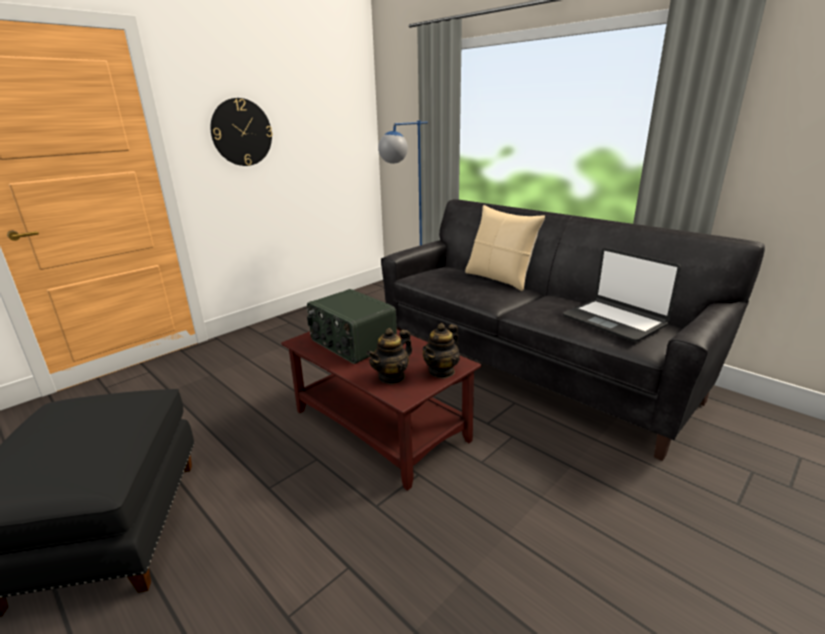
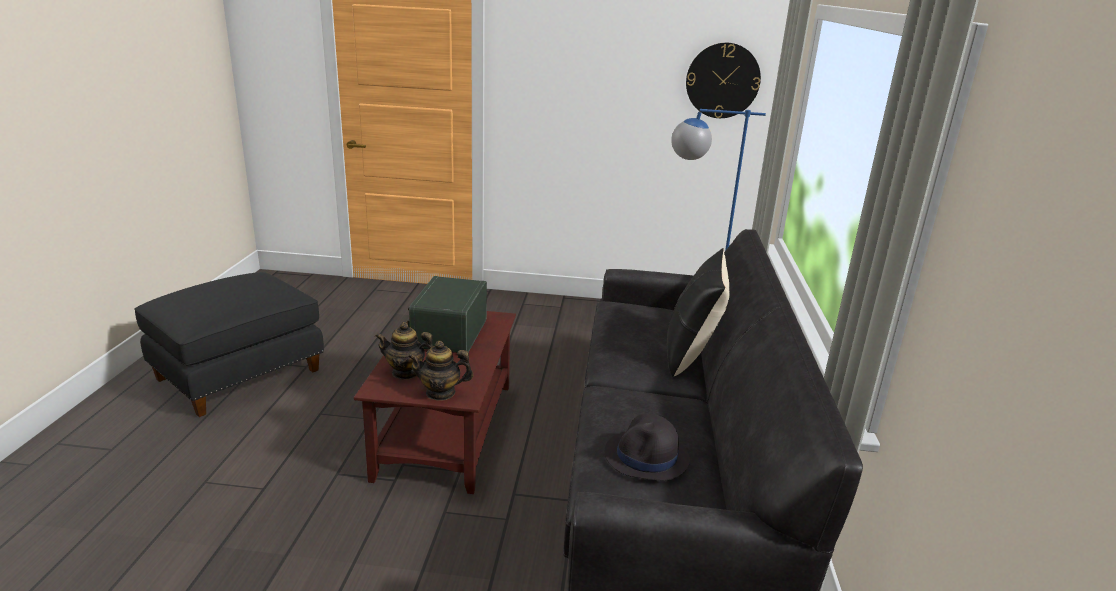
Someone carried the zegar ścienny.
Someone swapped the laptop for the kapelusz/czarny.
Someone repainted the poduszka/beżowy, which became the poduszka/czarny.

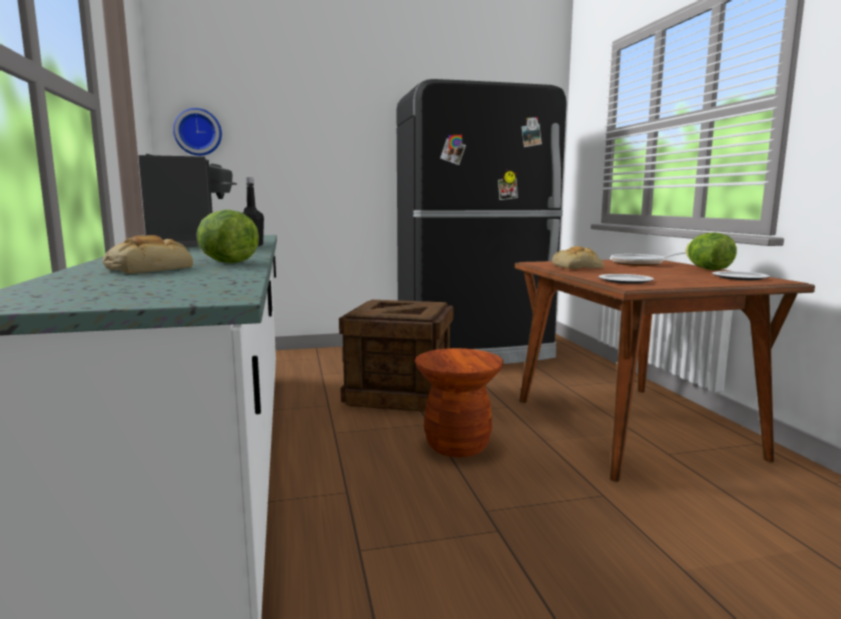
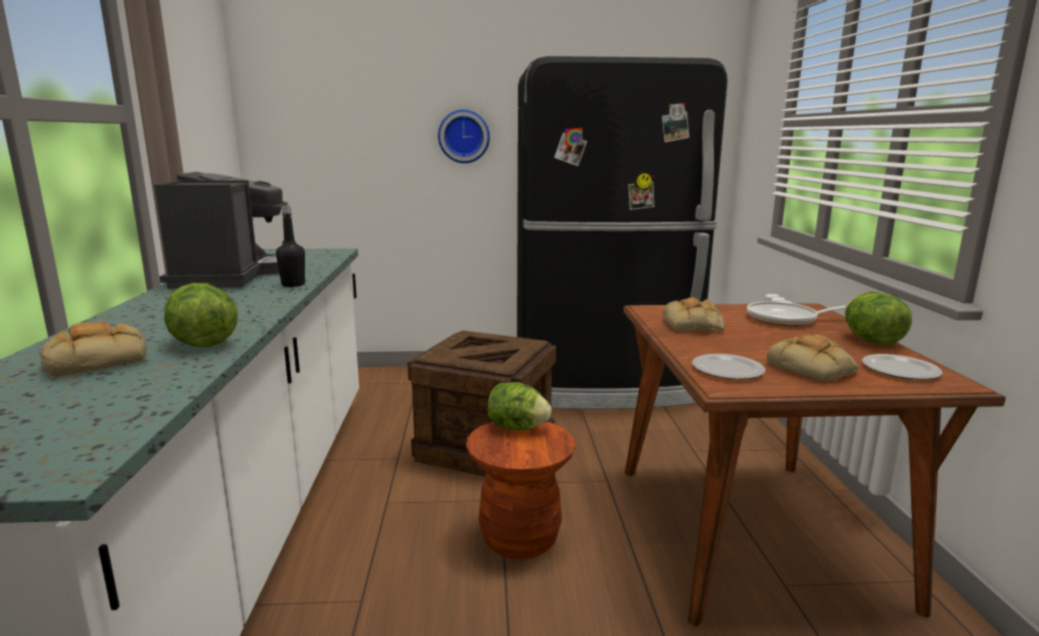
Someone put down the sałata (no. 2 from left).
Someone put down the chleb (no. 3 from left).
Someone carried the zegar ścienny.

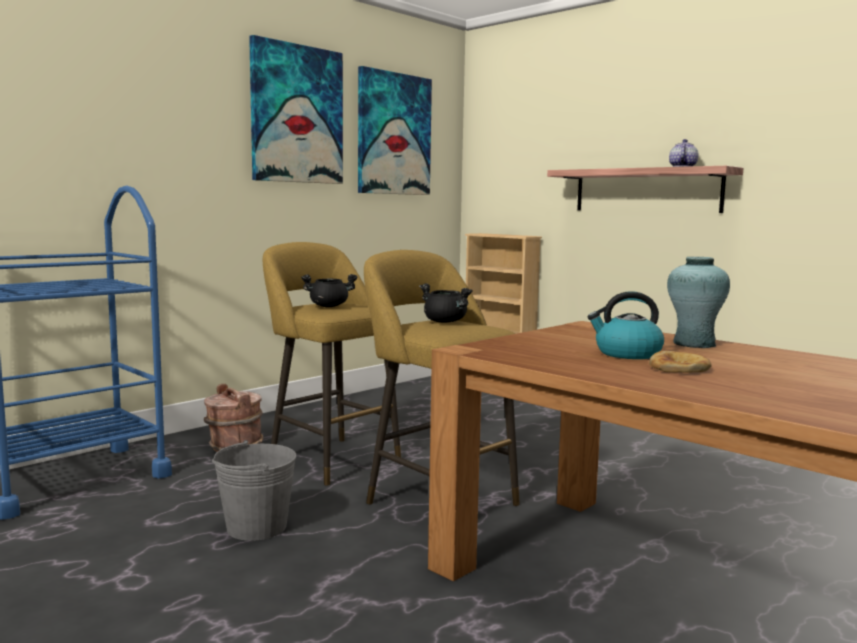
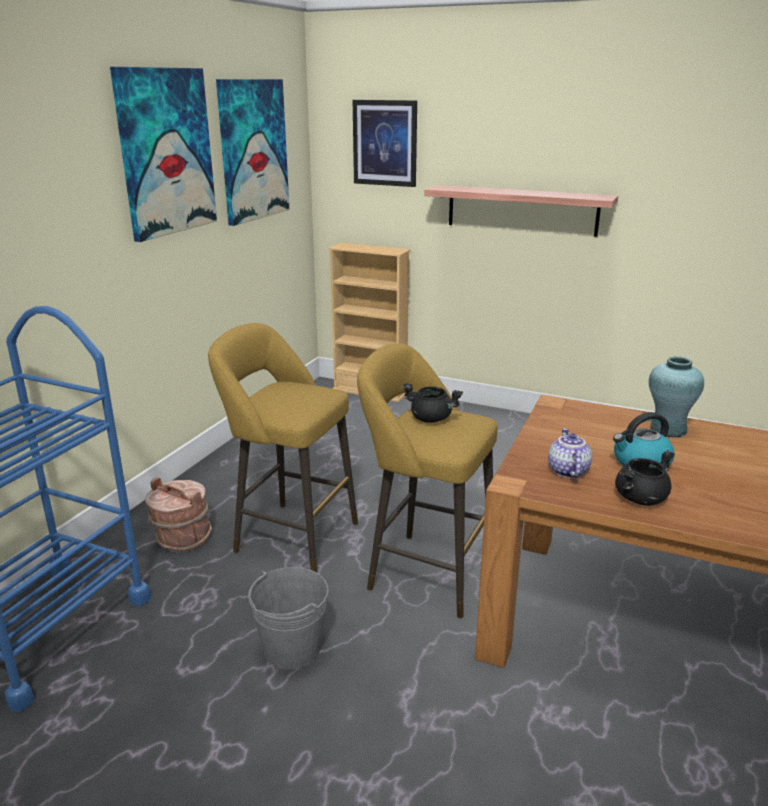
Someone took away the chleb.
Someone put up the obraz (no. 3 from left).
Someone carried the garnek/czarny (no. 1 from left in the first image).
Someone carried the imbryk.

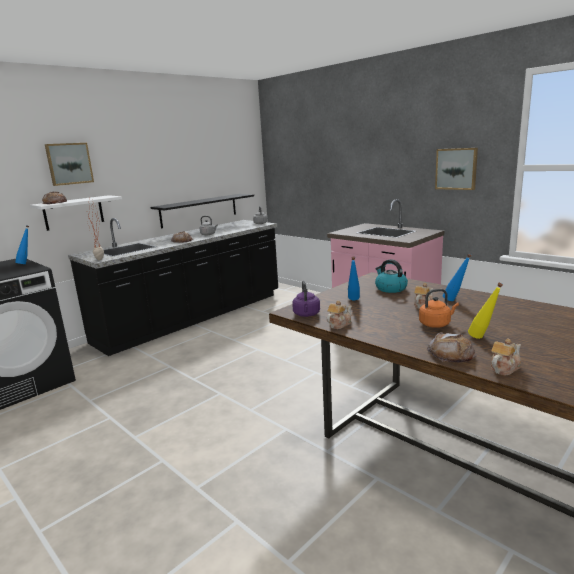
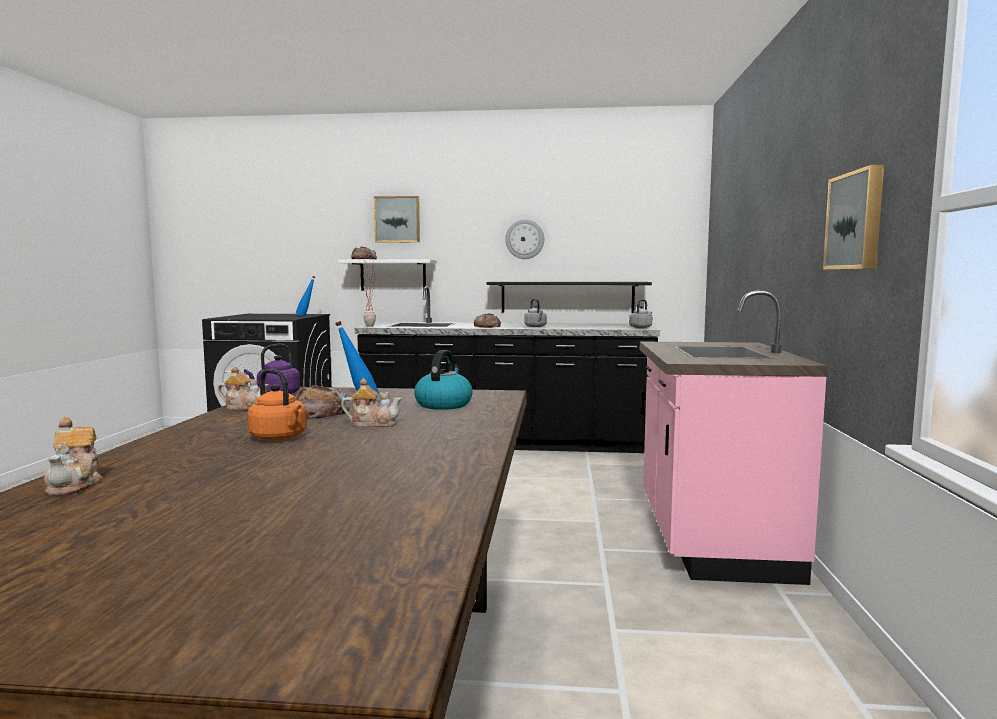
Someone took away the butelka/niebieski (no. 3 from left).
Someone took away the butelka/żółty.
Someone put up the zegar ścienny.
Someone carried the chleb (no. 3 from left in the first image).
Someone rotated the imbryk (no. 3 from left in the first image) by 60 degrees clockwise.

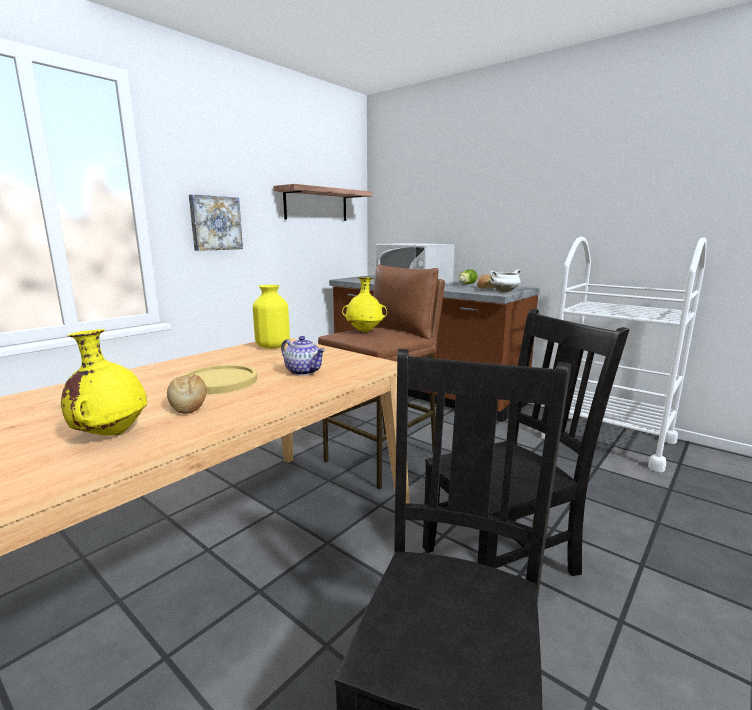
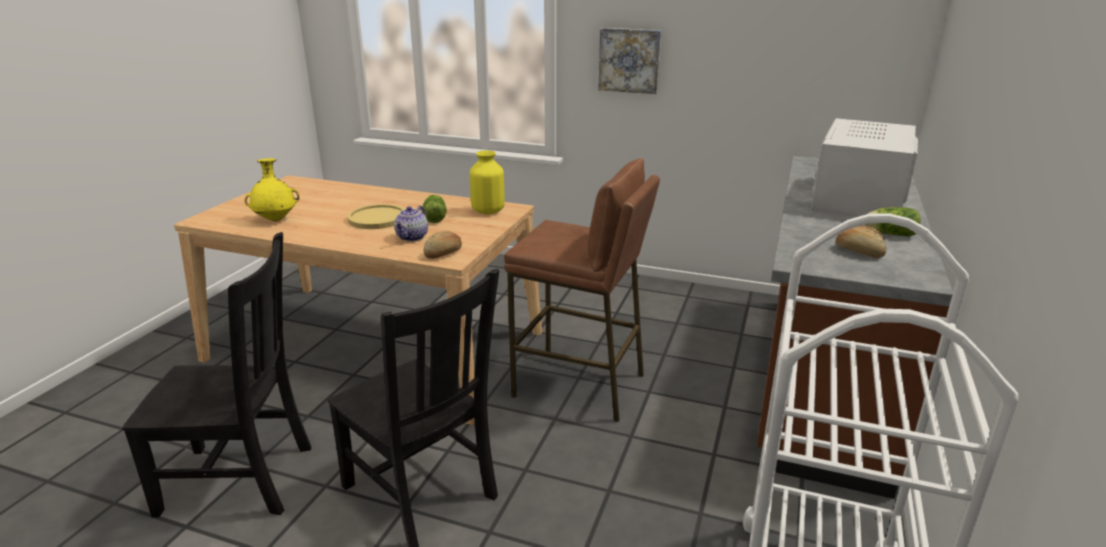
Someone took away the półka.
Someone took away the wazon/żółty (no. 3 from left).
Someone took away the garnek/biały.
Someone put down the sałata (no. 1 from left).
Someone carried the chleb (no. 1 from left).

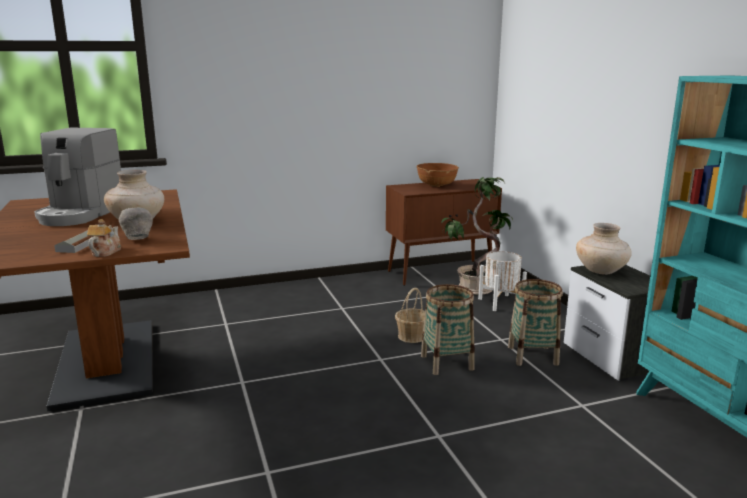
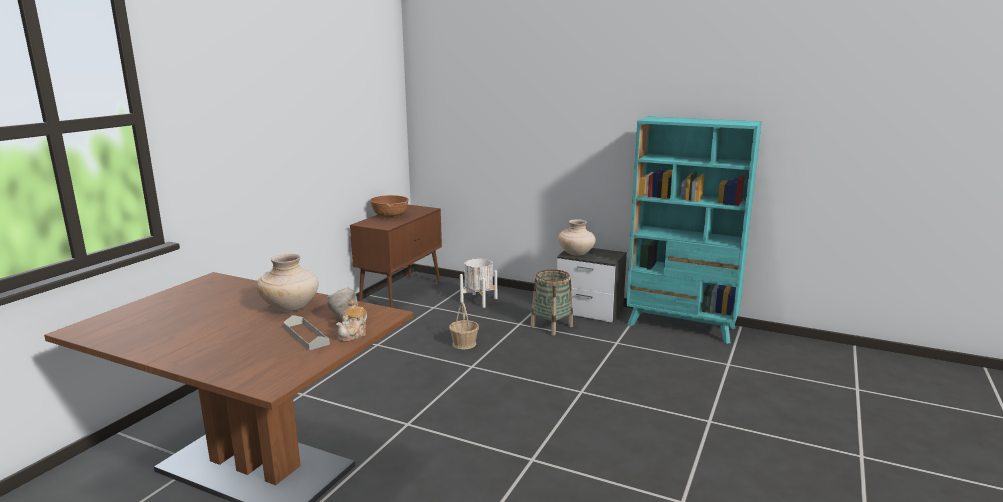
Someone took away the ekspres do kawy.
Someone took away the koszyk (no. 2 from left).
Someone took away the roślina doniczkowa.
Someone rotated the imbryk by 120 degrees counterclockwise.

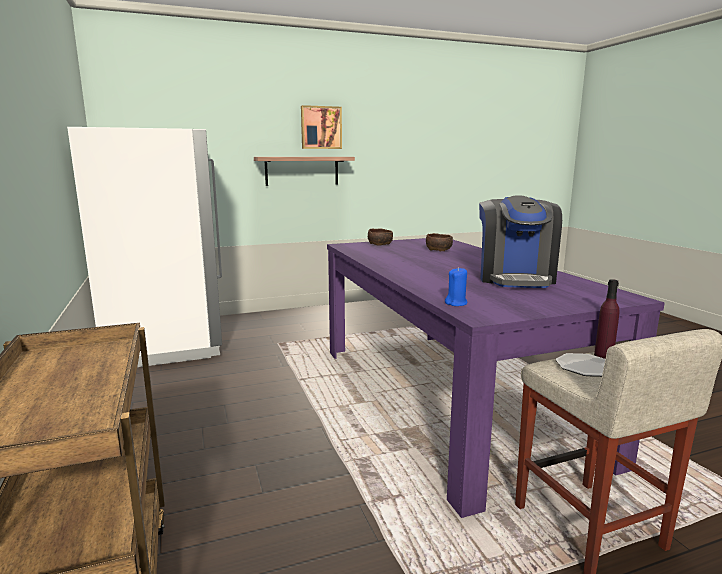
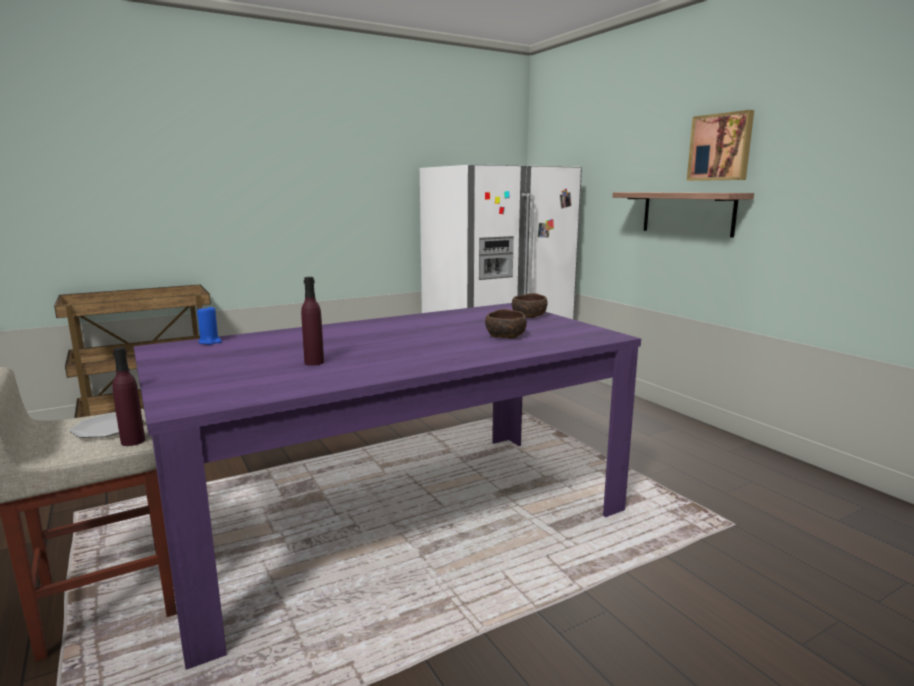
Someone swapped the ekspres do kawy for the butelka/fioletowy (no. 2 from left).

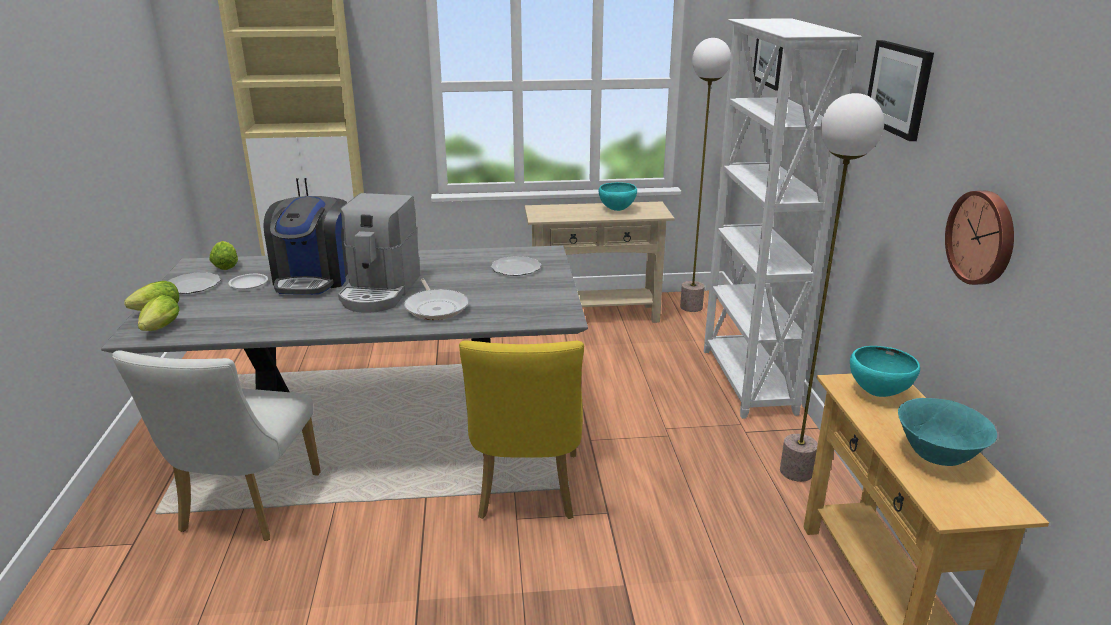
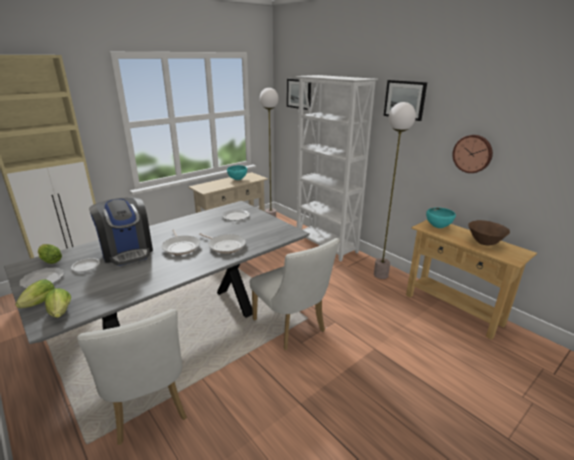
Someone swapped the ekspres do kawy (no. 2 from left) for the patelnia (no. 1 from left).
Someone repainted the krzesło/żółty, which became the krzesło/biały (no. 2 from left).
Someone repainted the miska/turkusowy (no. 3 from left), which became the miska/brązowy.

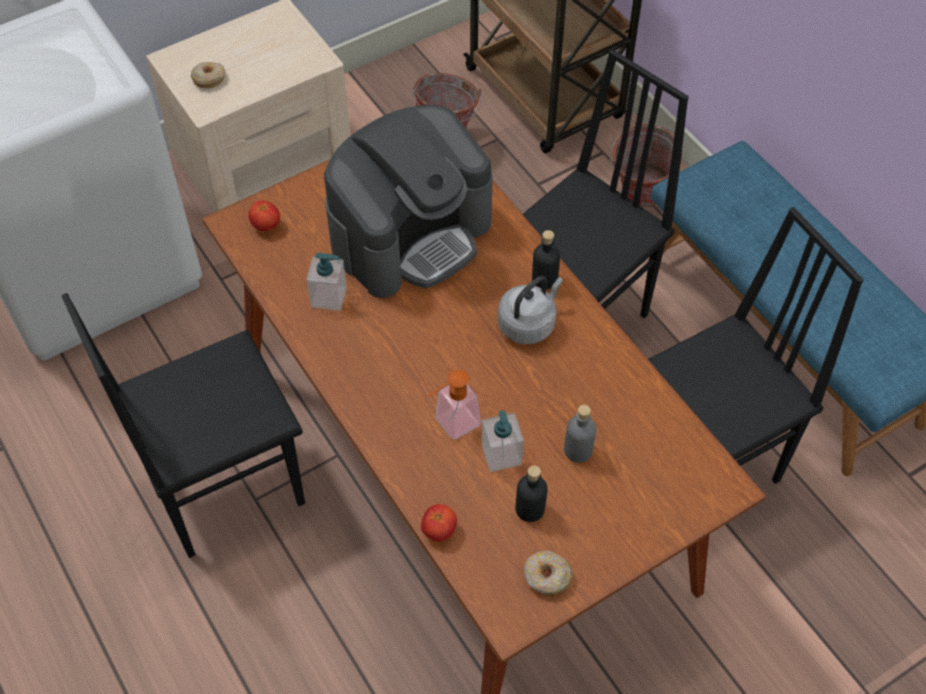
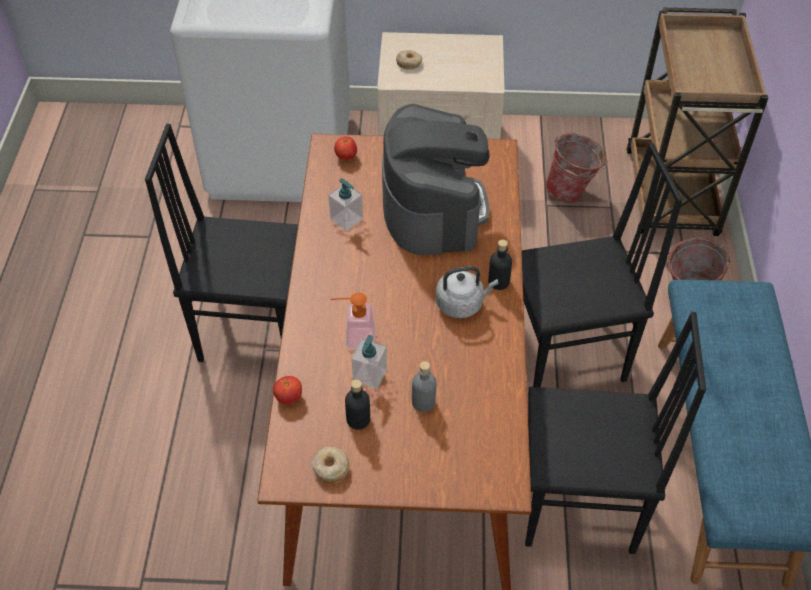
Someone rotated the ekspres do kawy by 90 degrees counterclockwise.

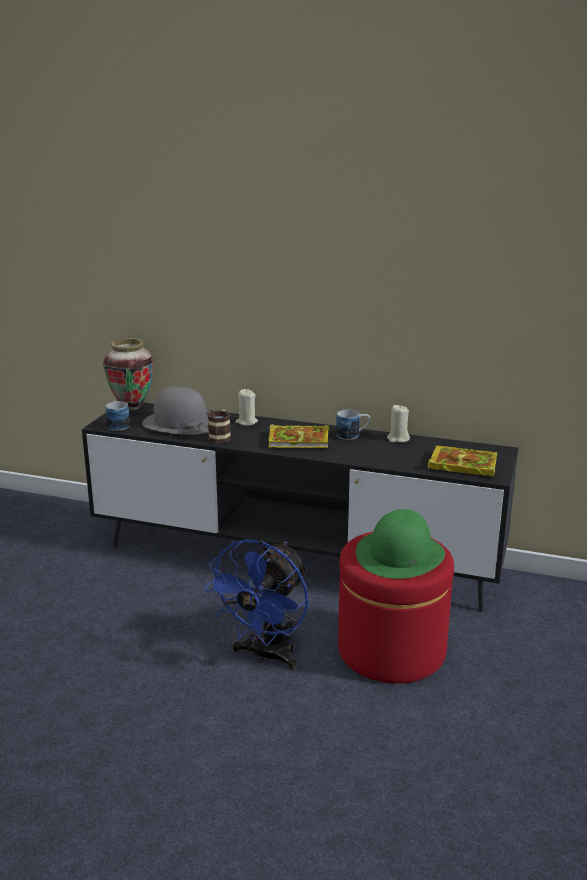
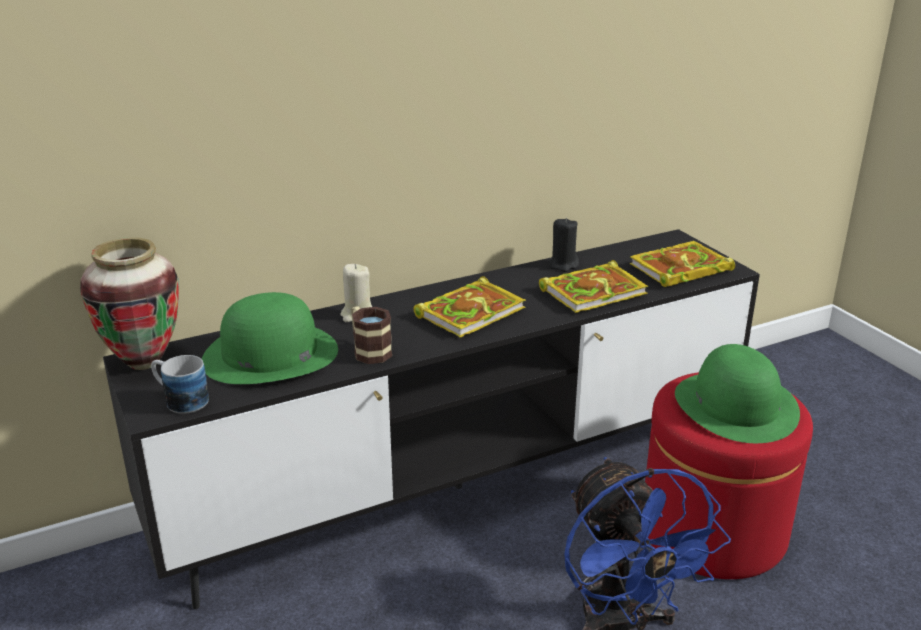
Someone took away the kubek (no. 3 from left).
Someone put down the książka (no. 2 from left).
Someone repainted the kapelusz/szary, which became the kapelusz/zielony (no. 1 from left).
Someone repainted the świeca/beżowy (no. 2 from left), which became the świeca/czarny.

